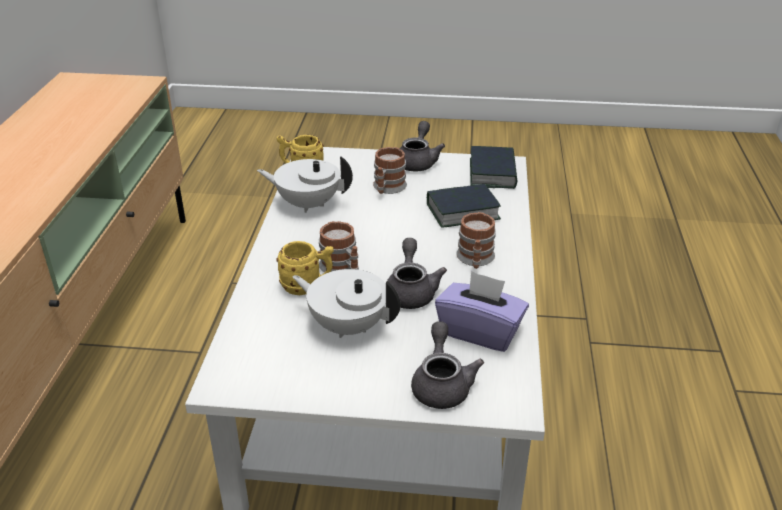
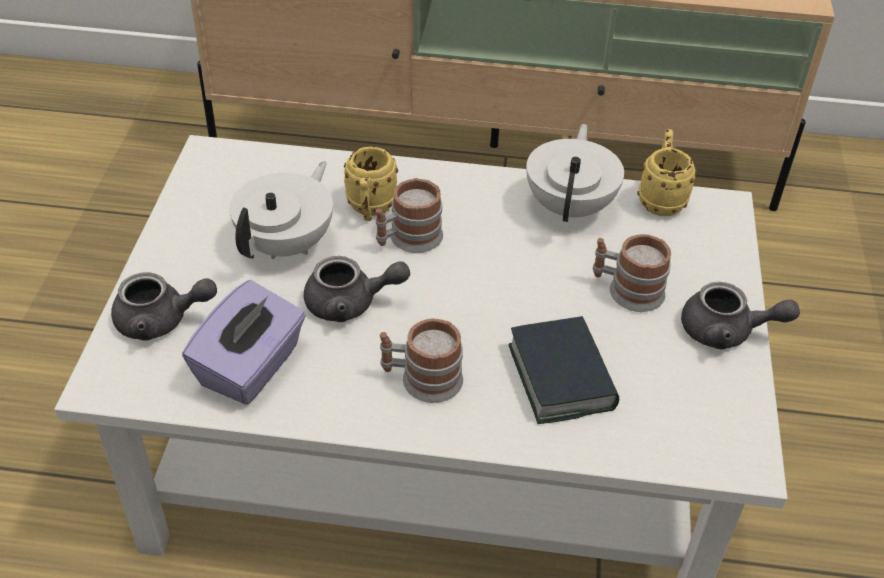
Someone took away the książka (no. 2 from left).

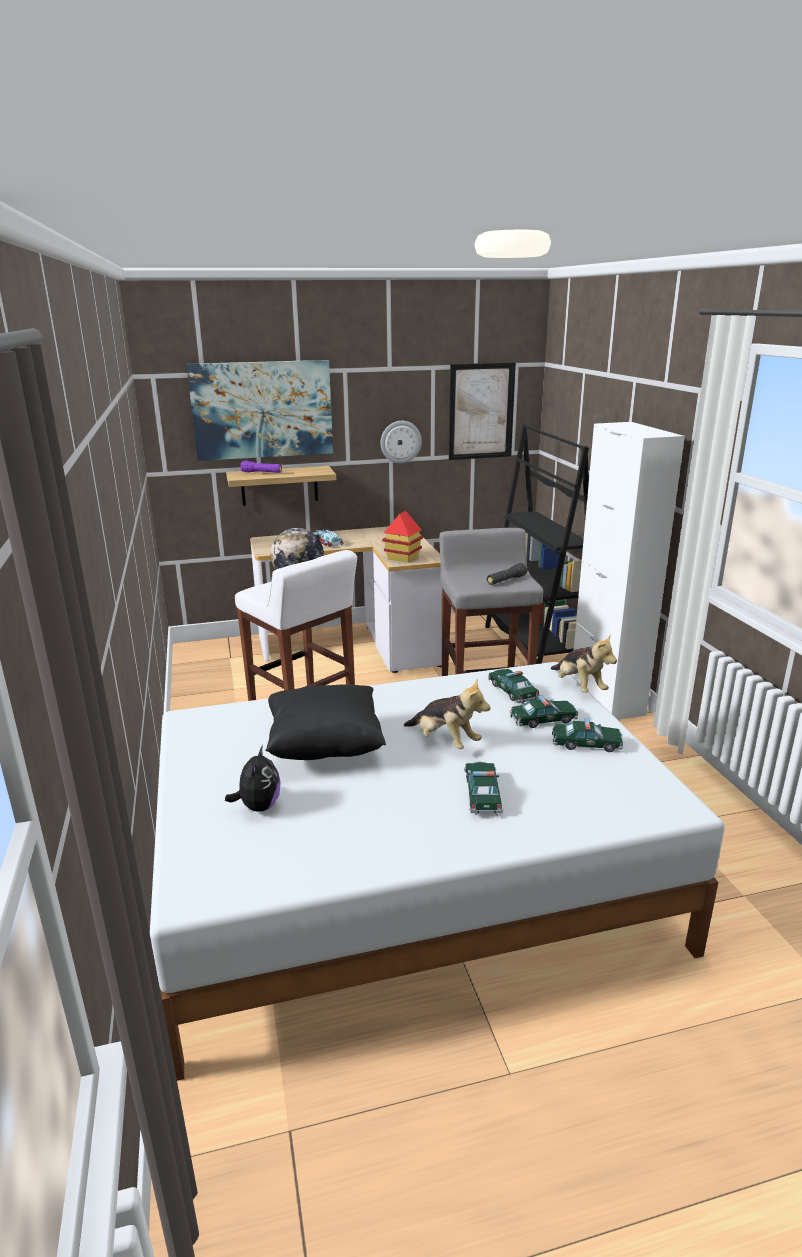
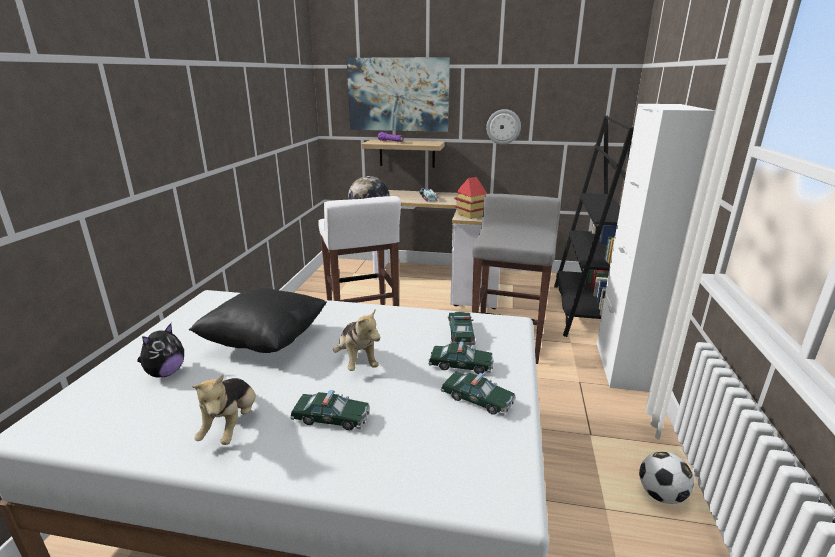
Someone took away the obraz (no. 2 from left).
Someone took away the latarka/czarny.
Someone put down the piłka futbolowa.
Someone carried the pluszak (no. 3 from left in the first image).
Someone rotated the samochodzik (no. 2 from left in the first image) by 75 degrees clockwise.

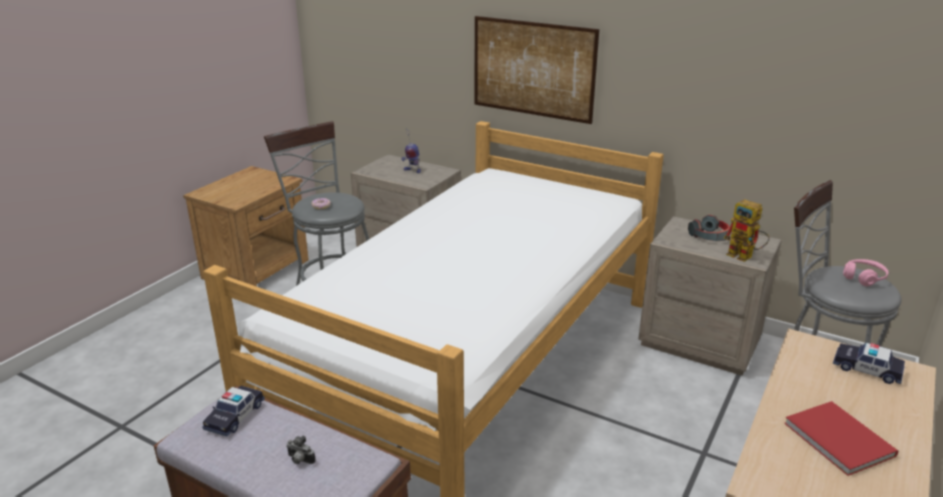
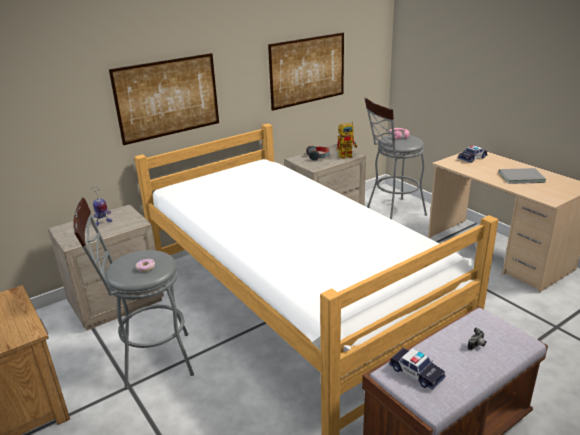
Someone put up the obraz (no. 2 from left).
Someone repainted the książka/czerwony, which became the książka/szary.

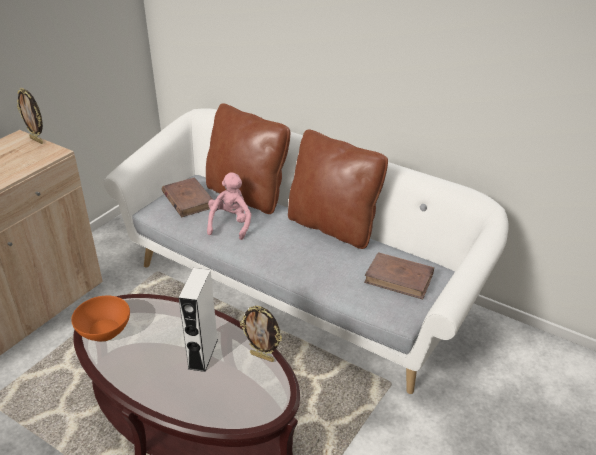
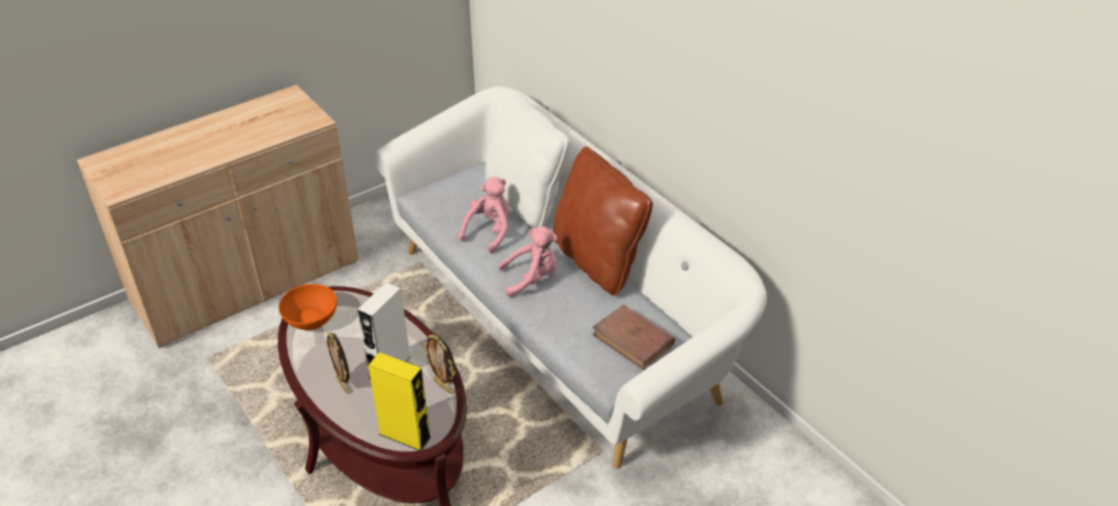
Someone took away the książka/brązowy (no. 1 from left).
Someone put down the głośnik/żółty.
Someone put down the pluszak/różowy (no. 2 from left).
Someone carried the ramka na zdjęcie (no. 1 from left).
Someone repainted the poduszka/brązowy (no. 1 from left), which became the poduszka/biały.

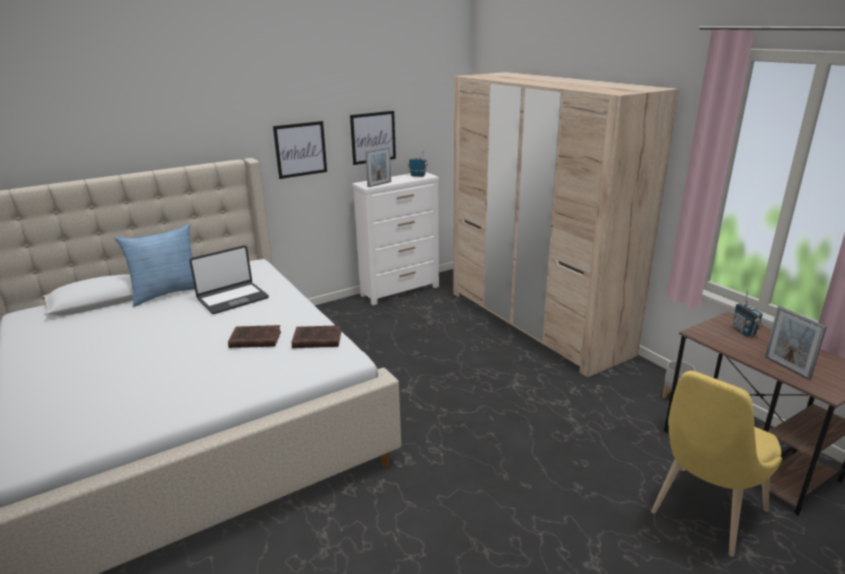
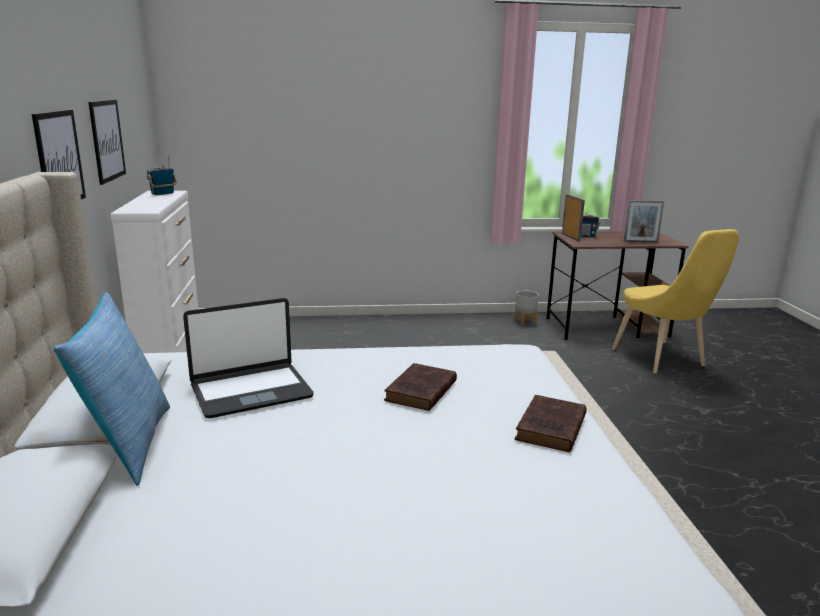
Someone took away the szafa/beżowy.
Someone carried the książka/brązowy (no. 2 from left).
Someone carried the ramka na zdjęcie (no. 1 from left).
Someone rotated the laptop by 75 degrees clockwise.

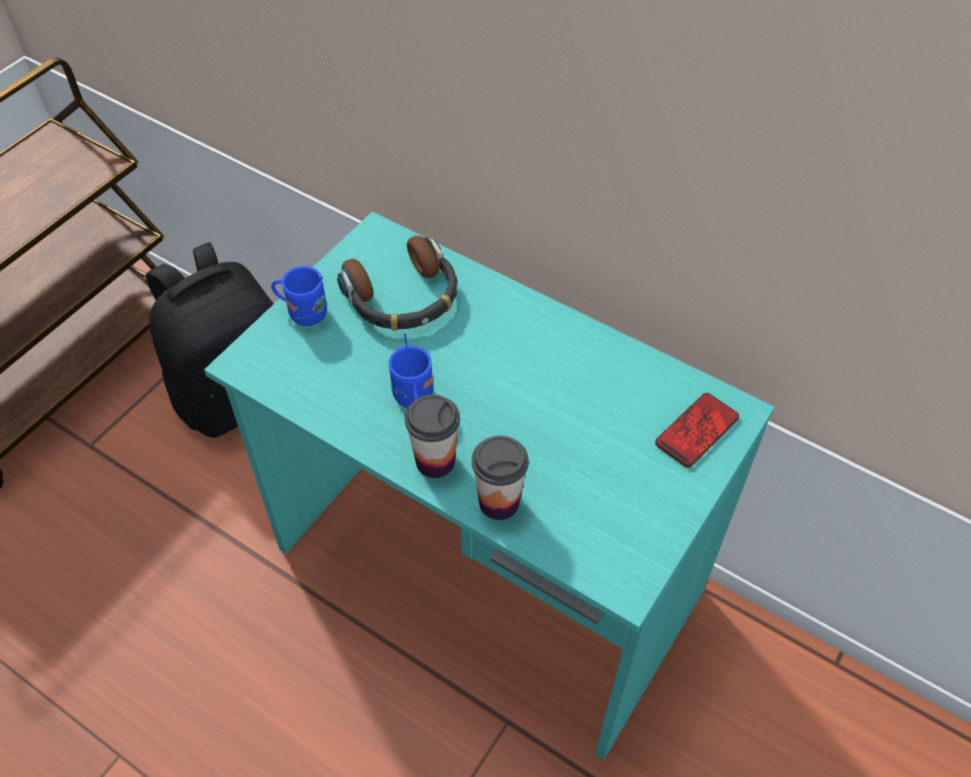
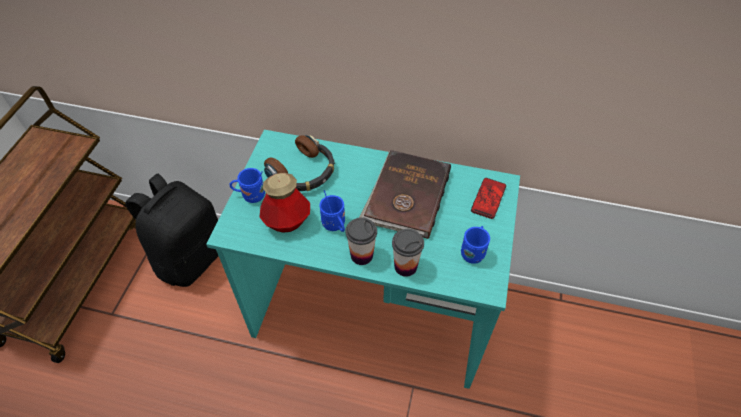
Someone put down the butelka.
Someone put down the książka/brązowy.
Someone put down the kubek/niebieski (no. 3 from left).

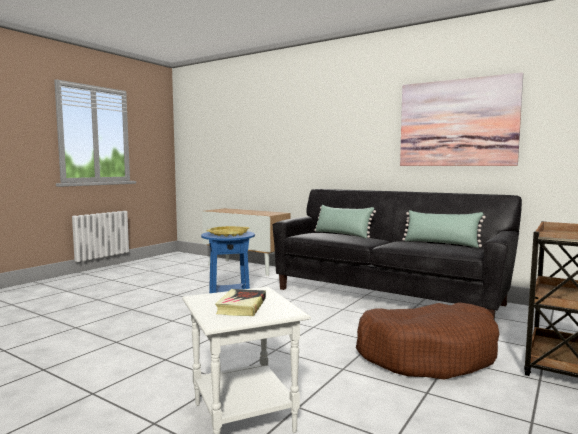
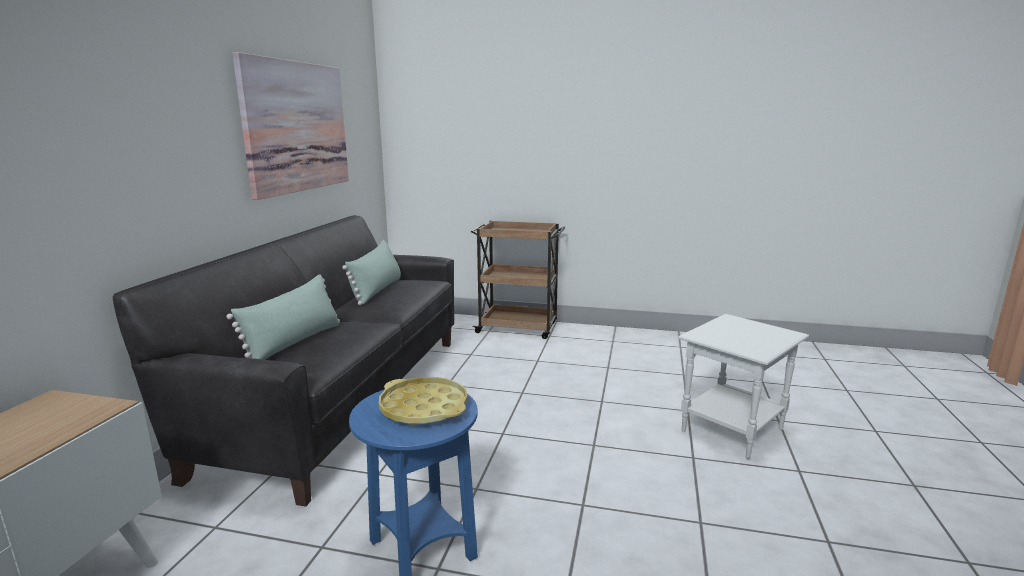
Someone took away the książka.
Someone took away the legowisko/brązowy.

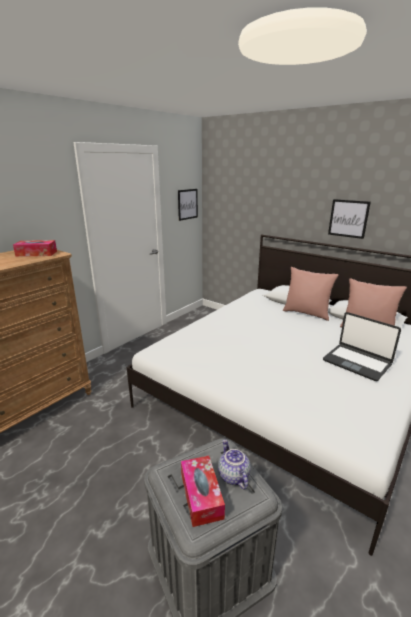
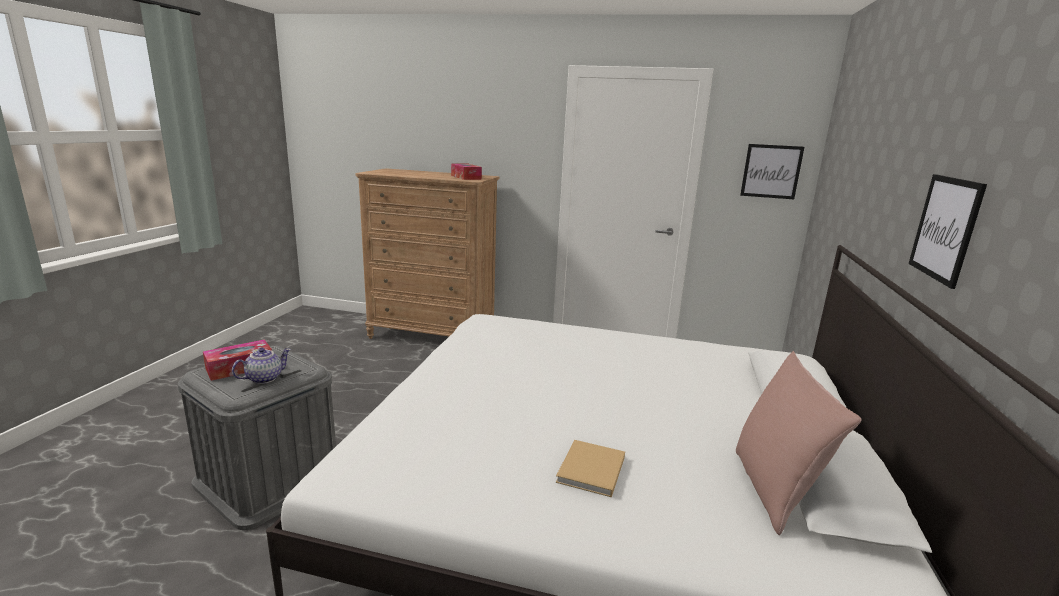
Someone took away the poduszka/różowy (no. 1 from left).
Someone swapped the laptop for the książka/beżowy.

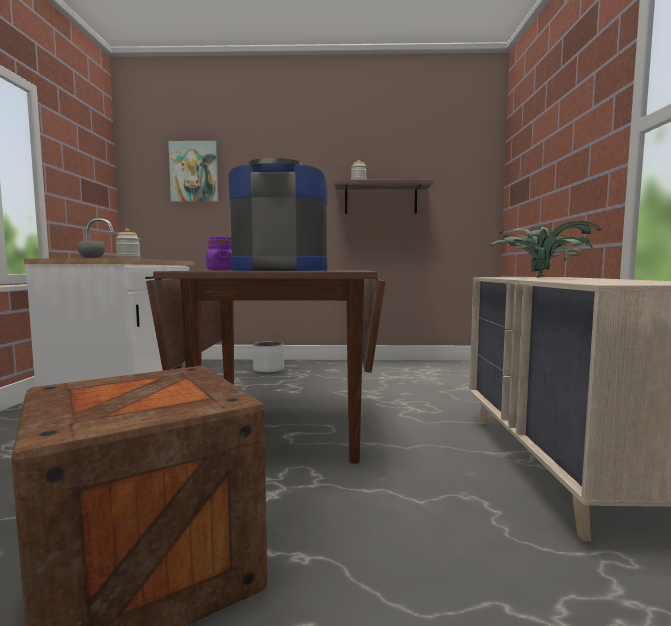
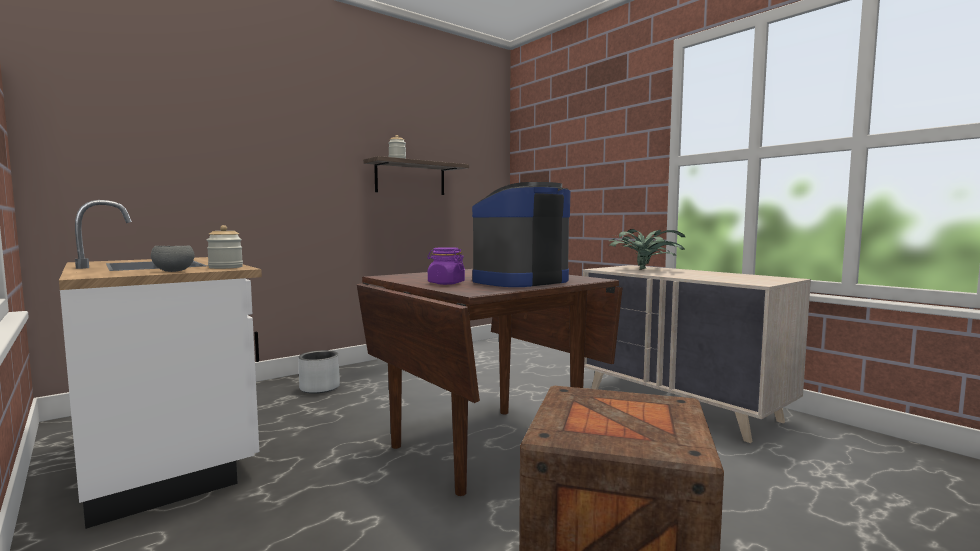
Someone took away the obraz.

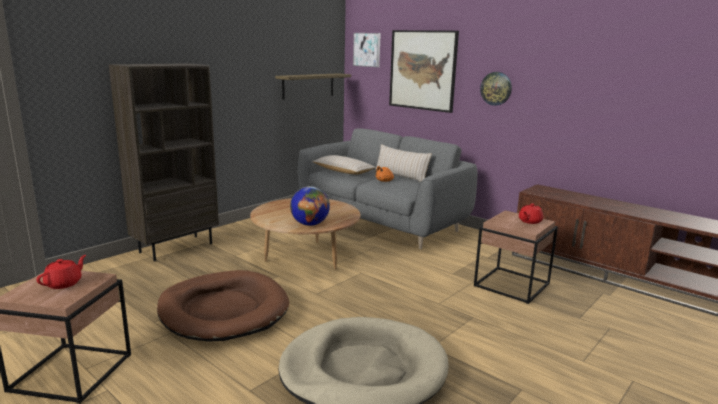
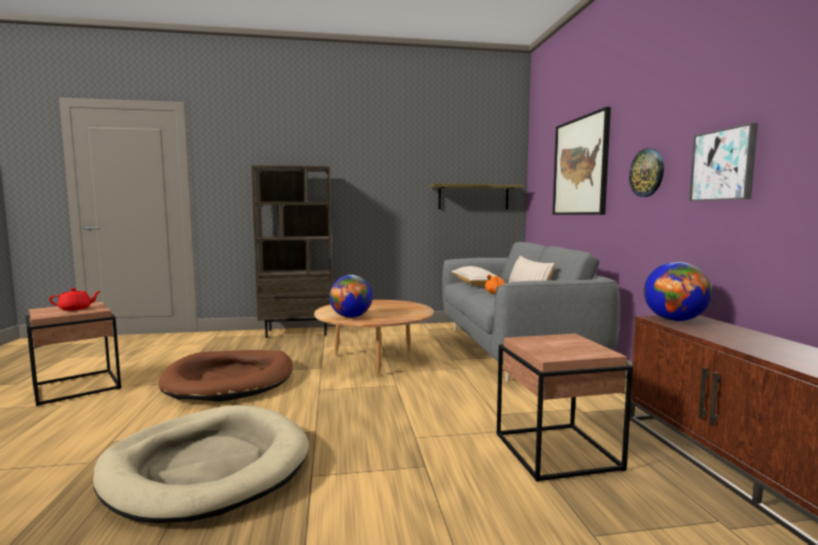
Someone took away the imbryk/czerwony (no. 2 from left).
Someone put down the globus (no. 2 from left).
Someone carried the obraz (no. 1 from left in the first image).

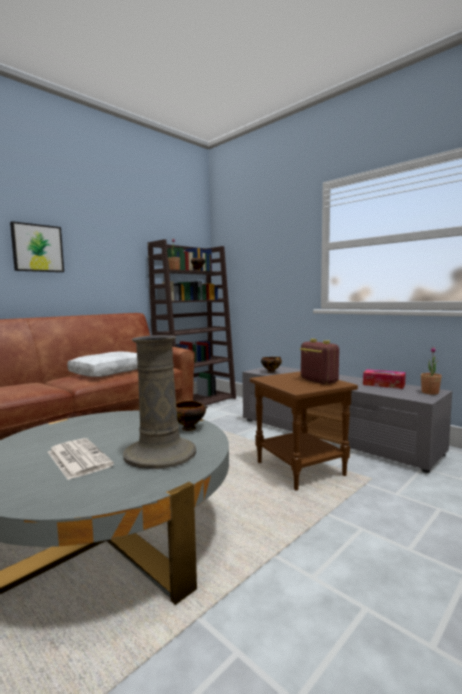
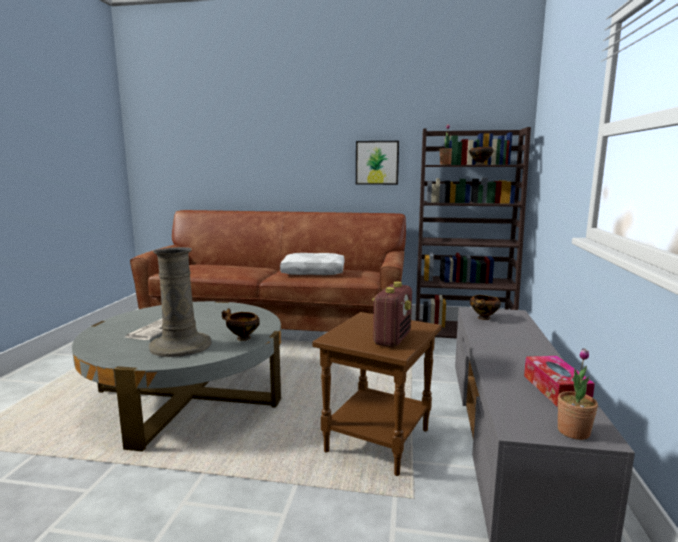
Someone carried the obraz.

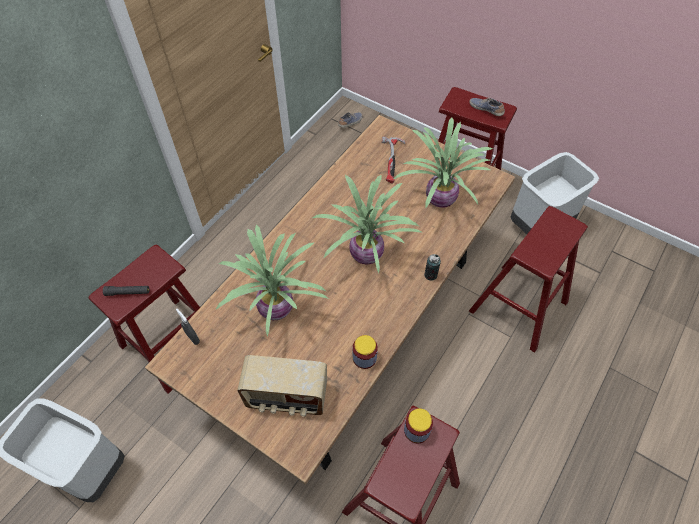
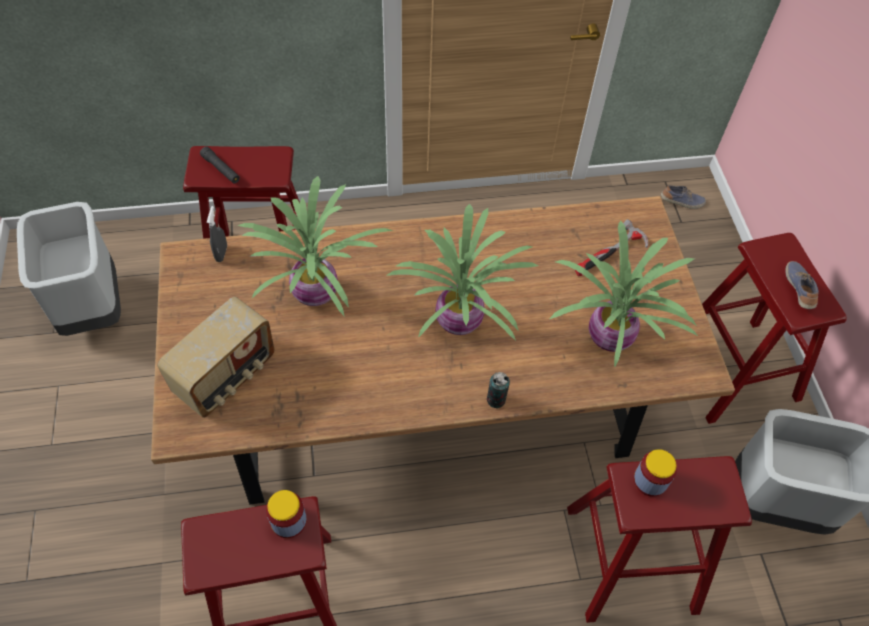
Someone carried the słoik (no. 1 from left in the first image).
Someone rotated the radio by 105 degrees counterclockwise.

